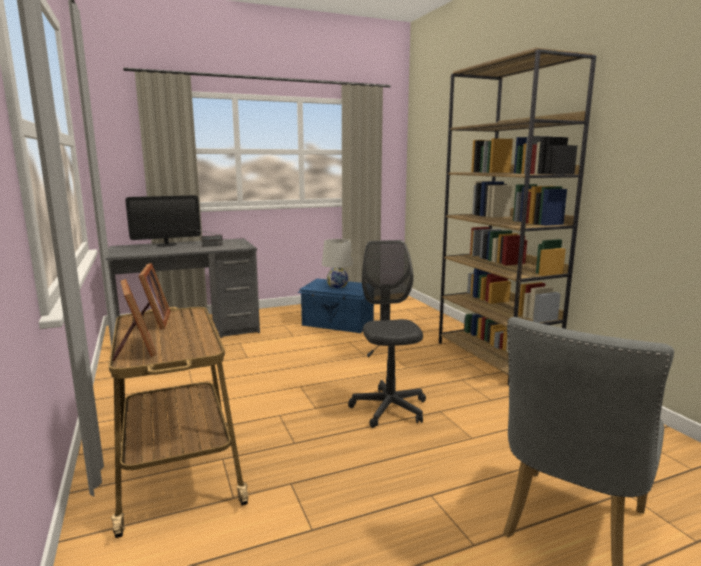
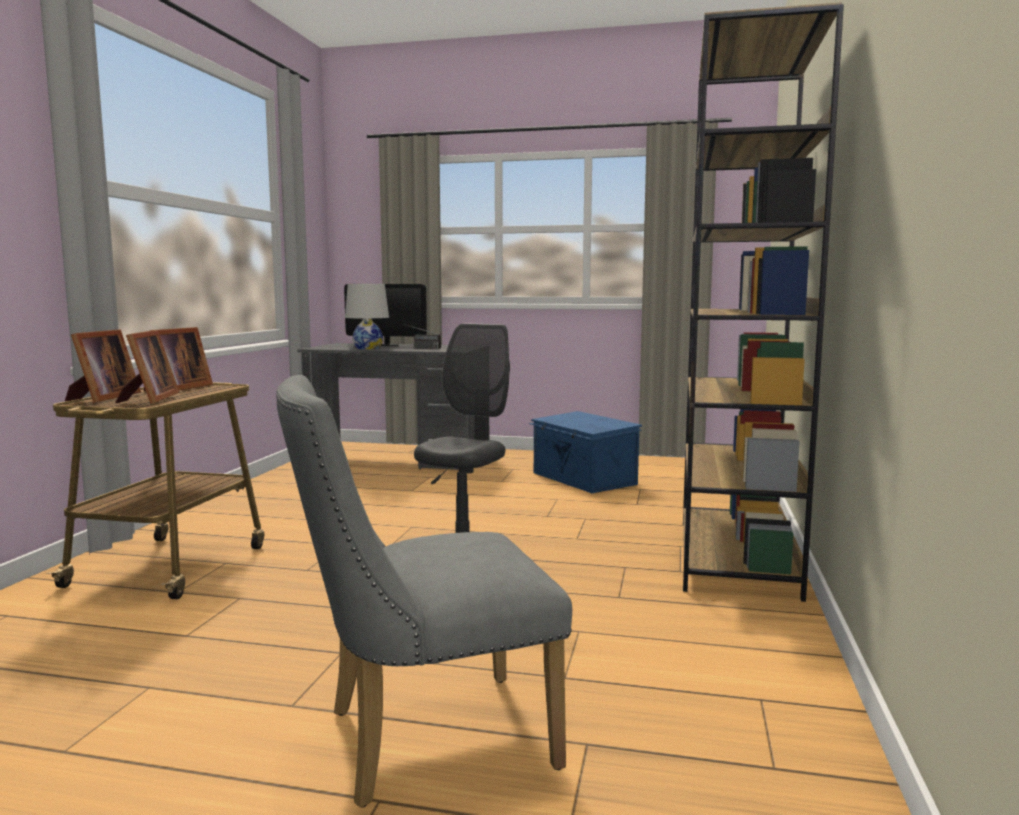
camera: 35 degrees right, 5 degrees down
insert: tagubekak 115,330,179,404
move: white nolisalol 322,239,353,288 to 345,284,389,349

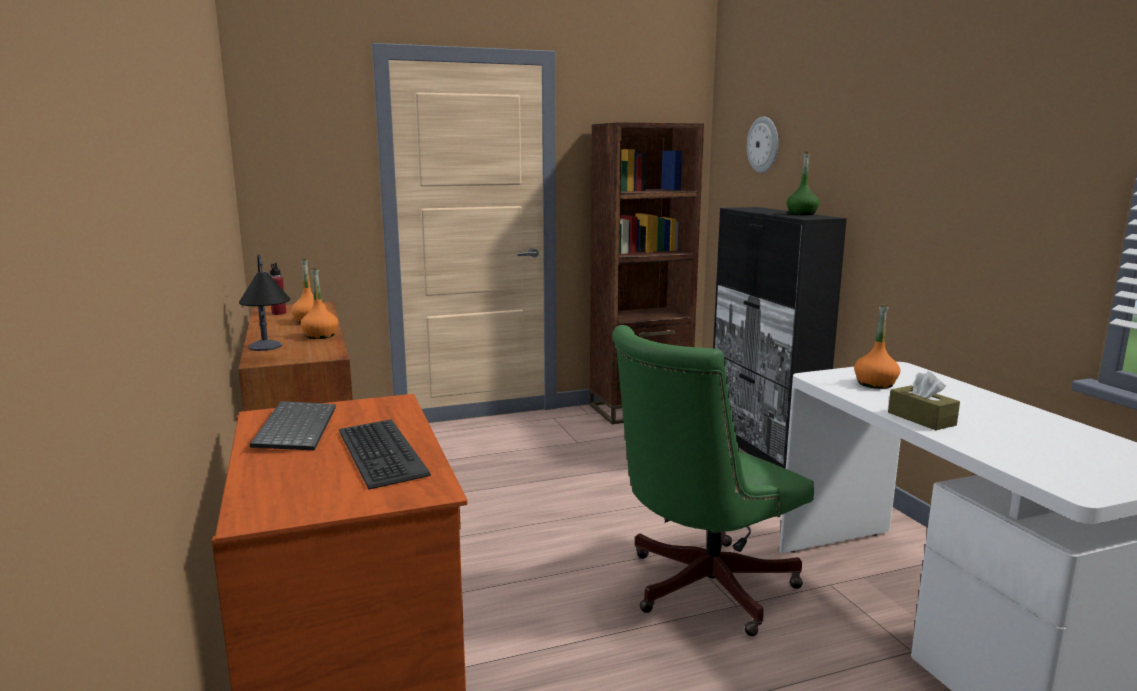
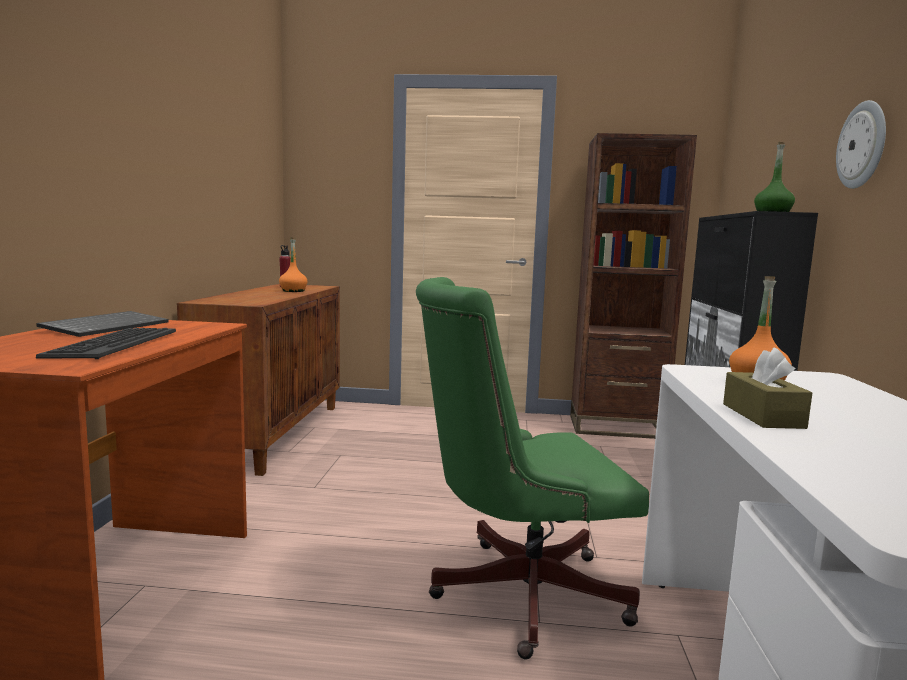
camera: 25 degrees right, 5 degrees down
delete: nolisalol 239,254,290,351; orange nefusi 300,268,338,339
move: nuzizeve 747,117,778,173 to 836,100,886,189

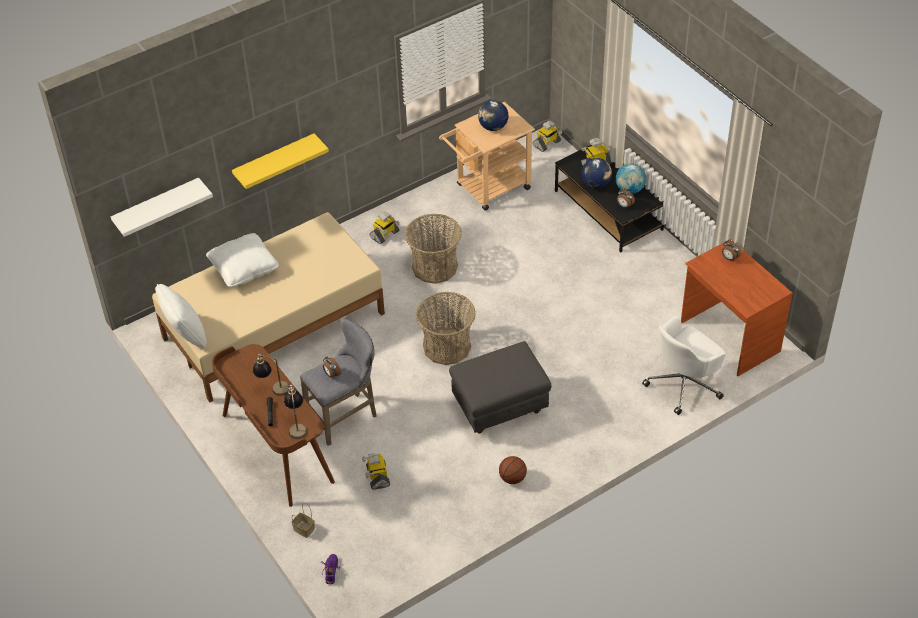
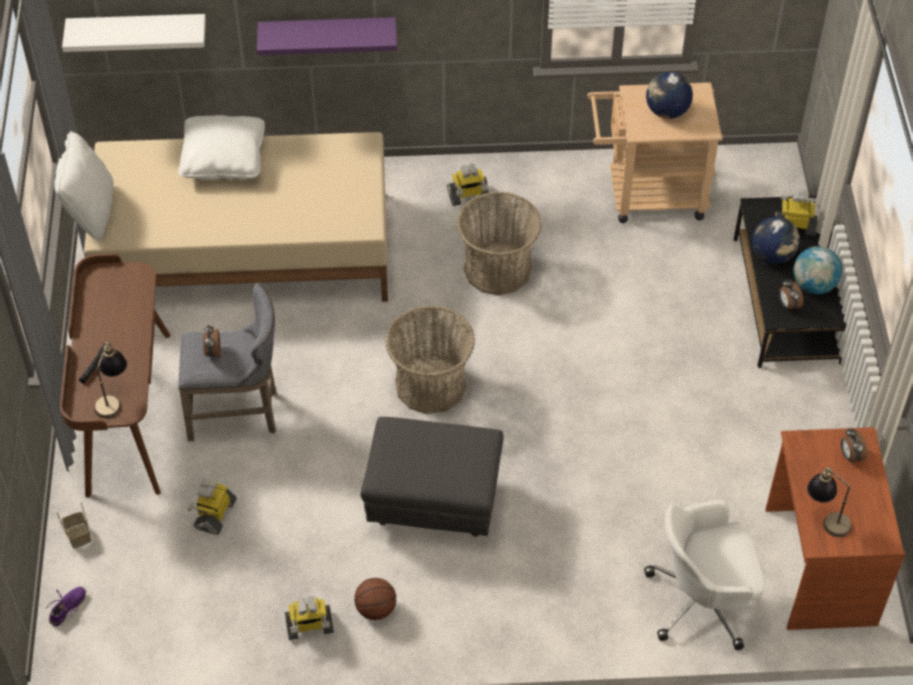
camera: 30 degrees right, 5 degrees up
move: nolisalol 253,354,290,396 to 807,467,852,537; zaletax 533,120,562,152 to 285,597,334,640
recolor: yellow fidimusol 232,134,329,189 to purple fidimusol 257,17,397,55

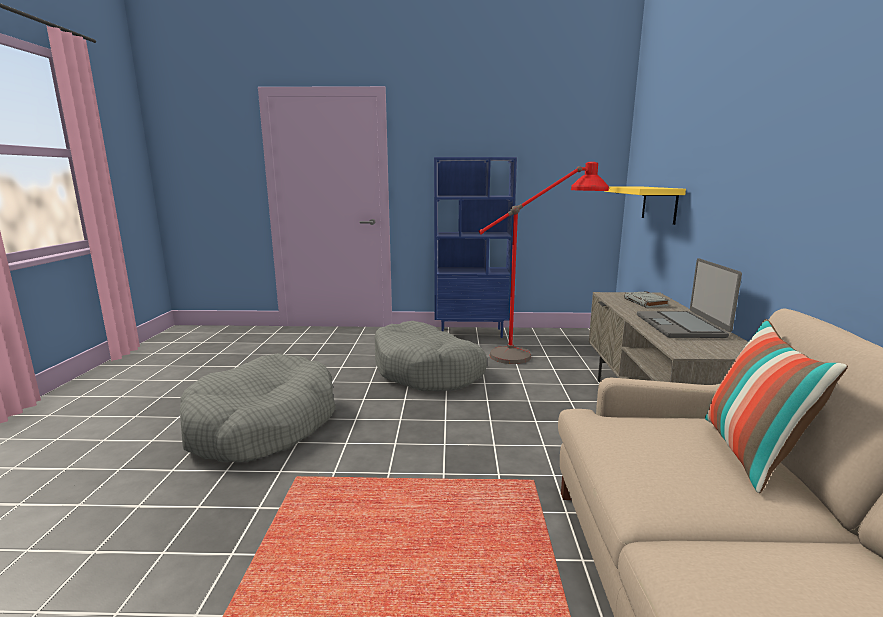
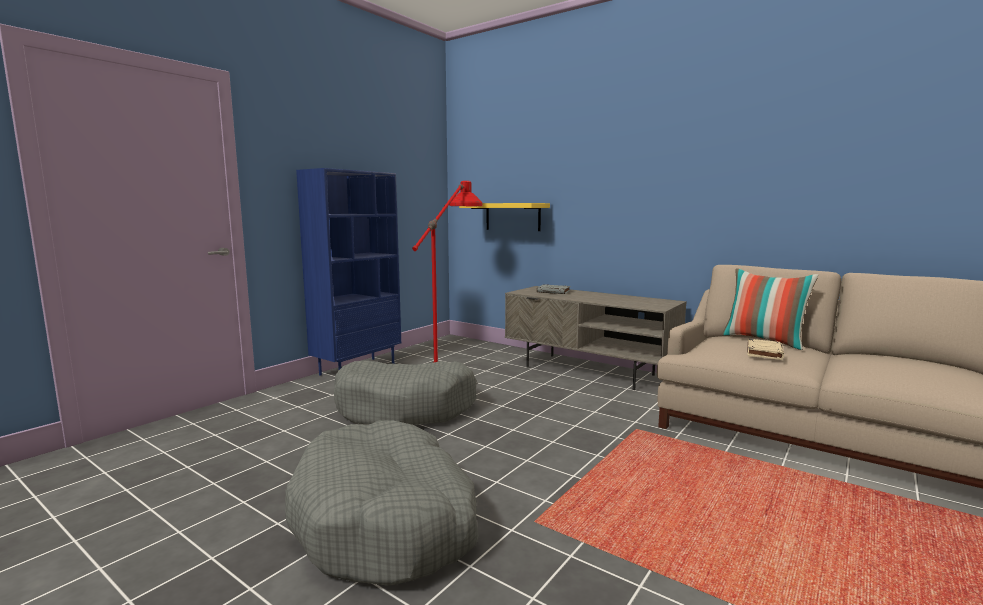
camera: 55 degrees left, 5 degrees down
delete: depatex 637,258,742,338
insert: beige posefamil 747,339,784,360

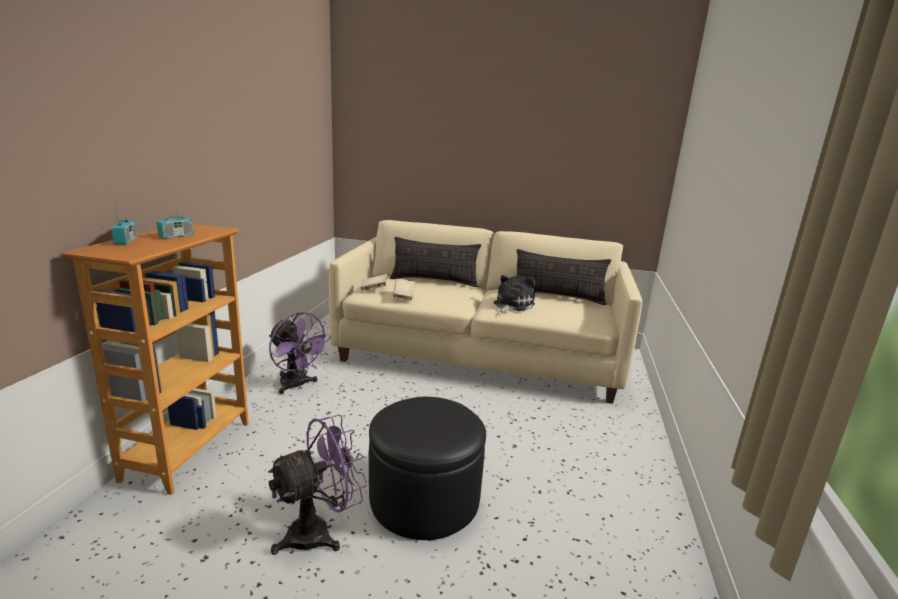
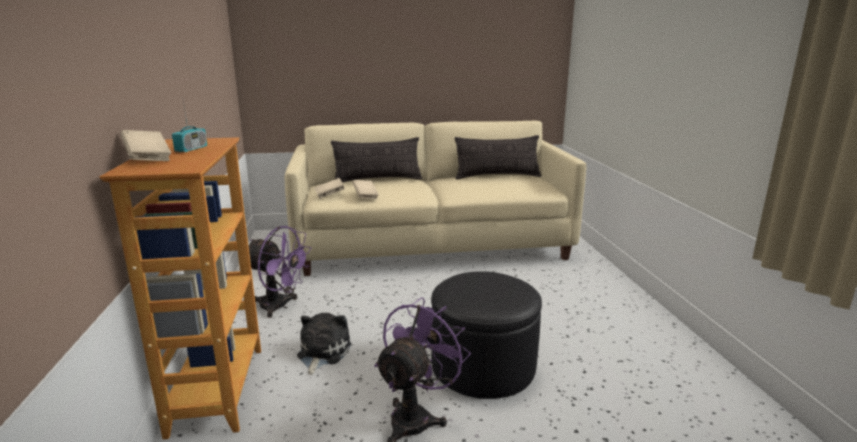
camera: 20 degrees left, 0 degrees up
move: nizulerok 494,275,535,313 to 297,313,351,375
replace: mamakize 111,191,137,244 to beige posefamil 121,130,171,161

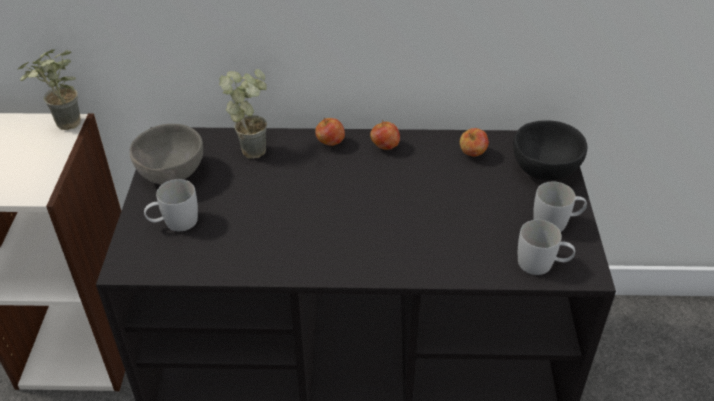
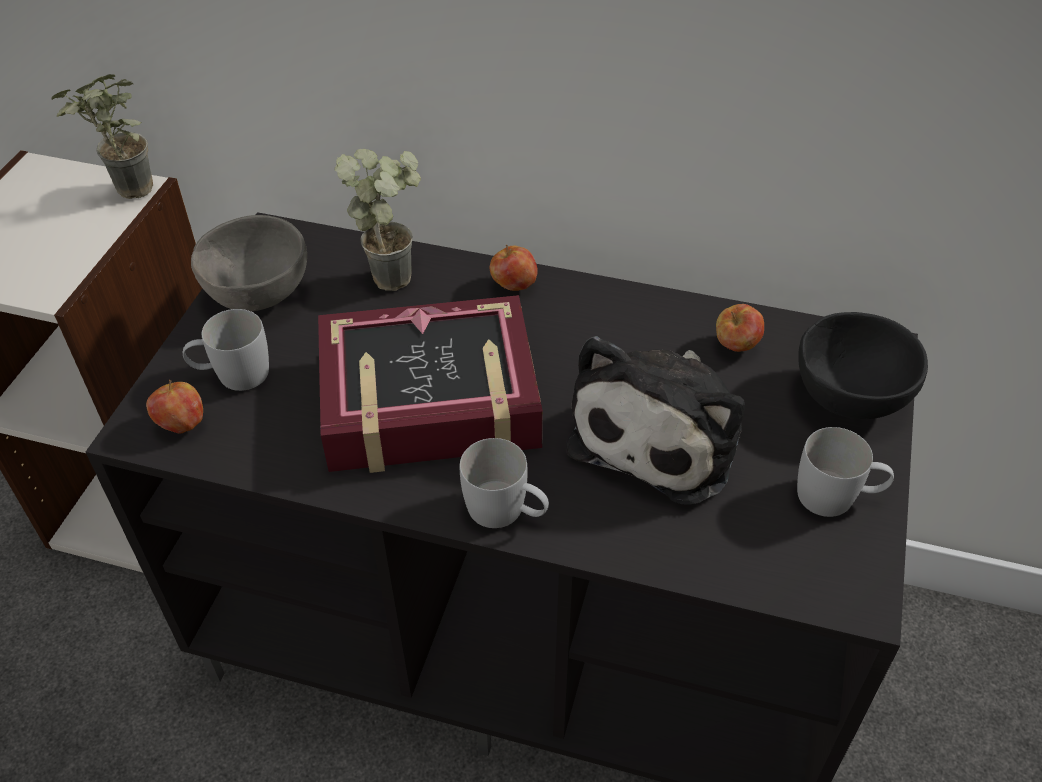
camera: 15 degrees right, 5 degrees up
insert: posefamil 318,295,543,473; nizulerok 566,336,745,505
move: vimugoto 370,120,400,150 to 146,380,203,434; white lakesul 518,220,575,275 to 460,438,549,528

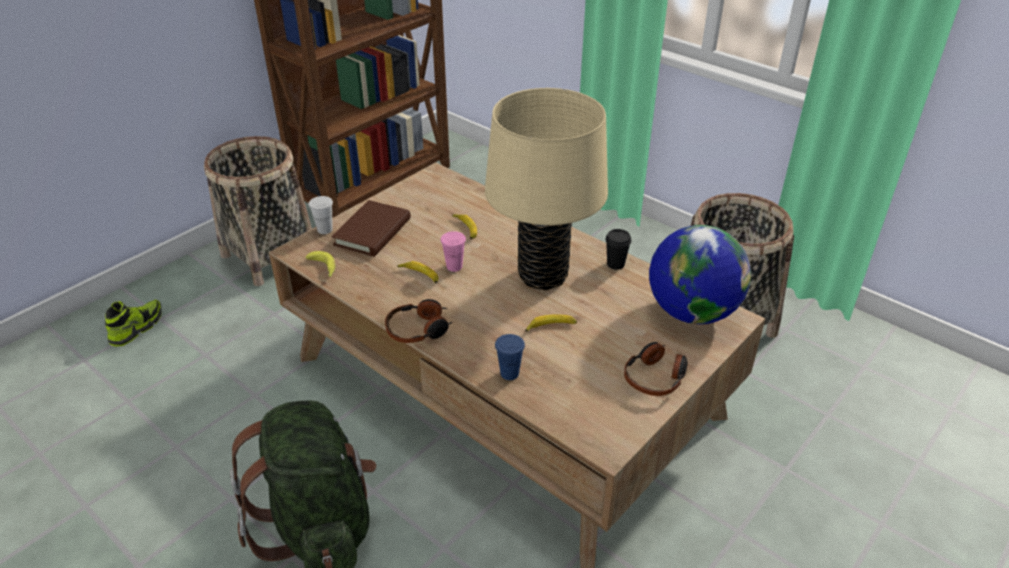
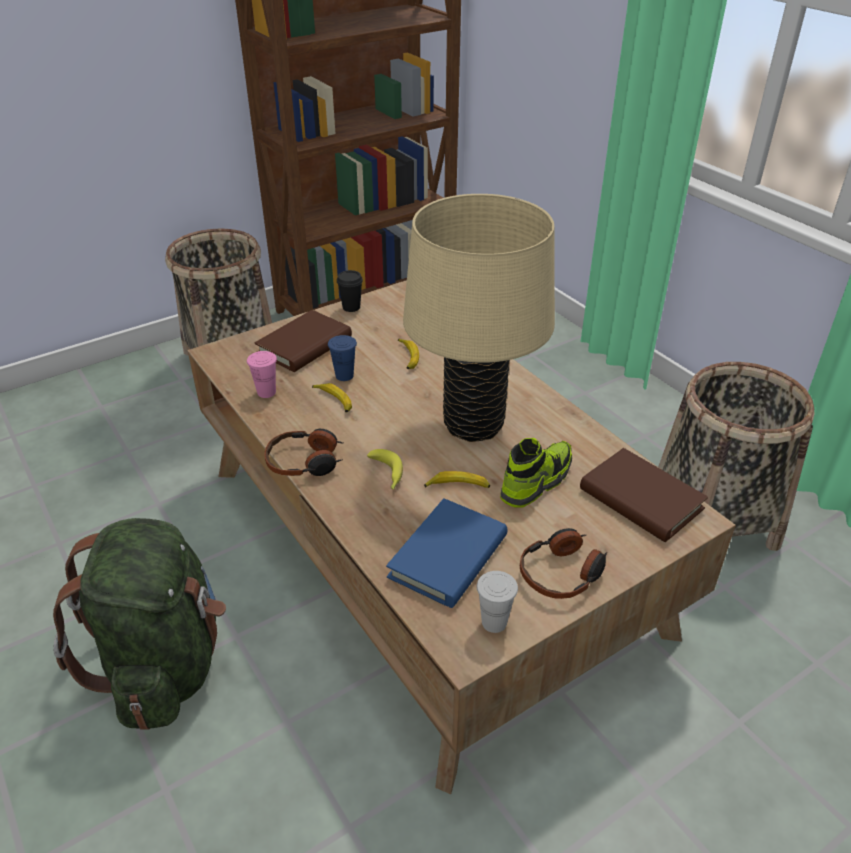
camera: 15 degrees right, 0 degrees up
insert: blue posefamil 386,498,508,608
move: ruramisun 105,300,162,347 to 500,438,572,508; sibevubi 305,251,335,277 to 367,449,403,490; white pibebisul 309,196,333,234 to 477,571,518,633; pink pibebisul 440,231,466,272 to 247,351,277,398; blue pibebisul 495,334,525,380 to 328,335,357,381; black pibebisul 605,229,632,270 to 337,270,363,312
replace: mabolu 649,225,751,324 to brown posefamil 580,448,708,542

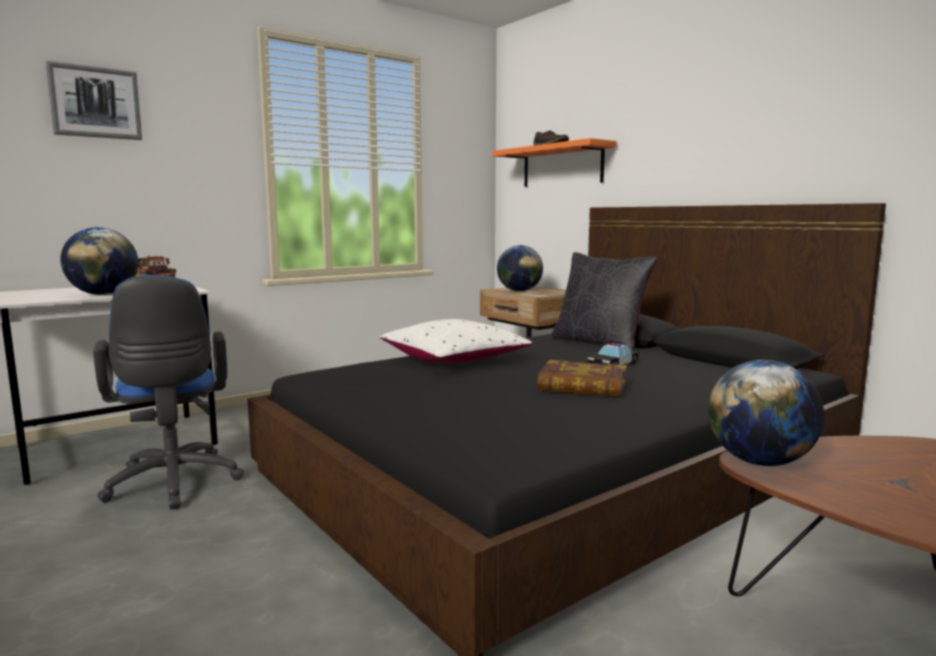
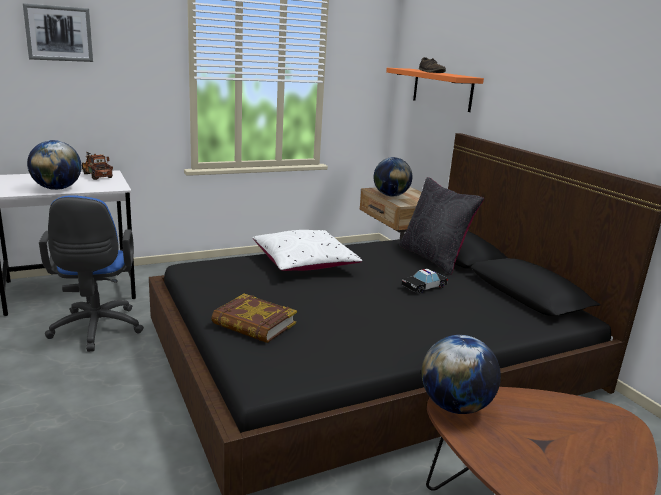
camera: 10 degrees right, 10 degrees up
move: posefamil 538,360,627,397 to 211,294,297,343

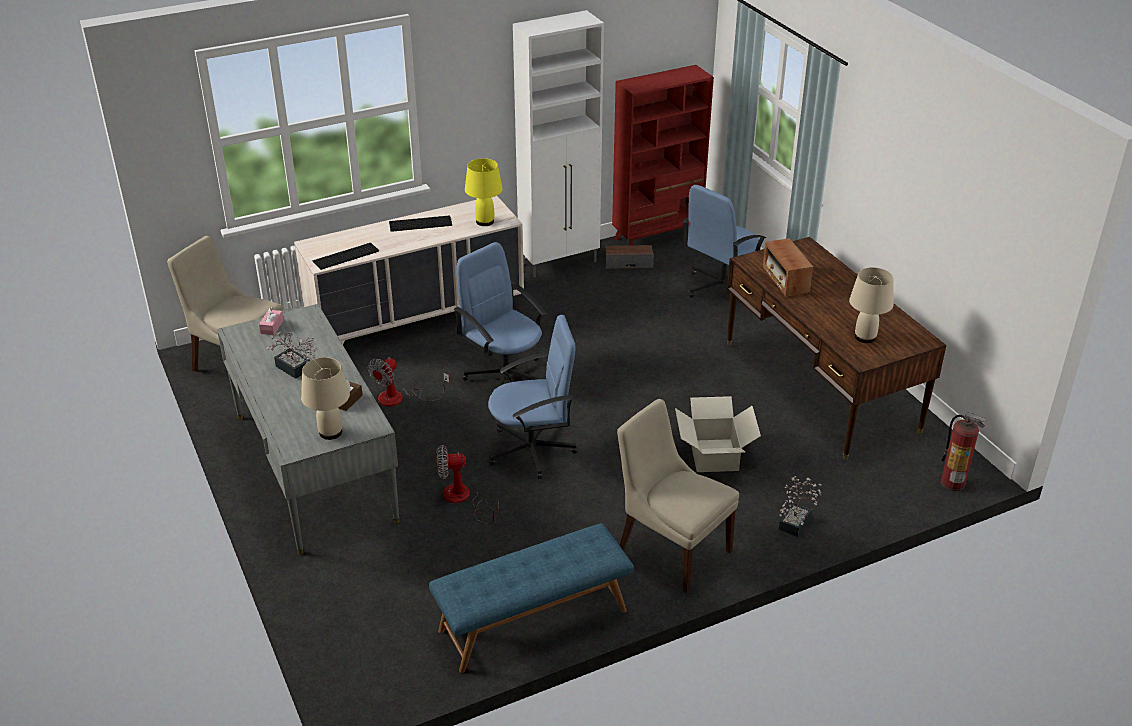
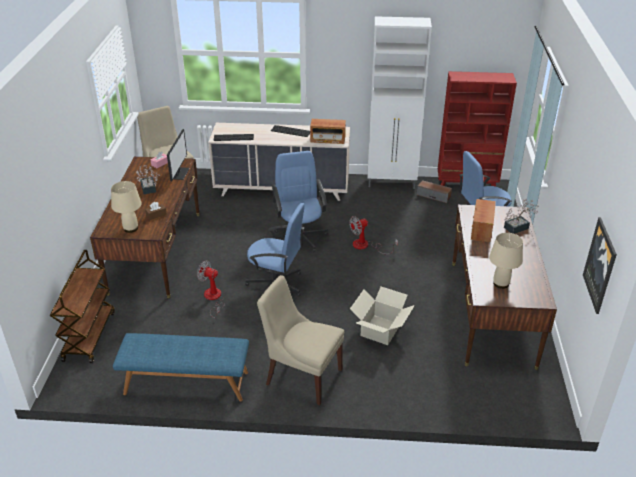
camera: 30 degrees right, 0 degrees up
delete: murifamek 941,413,986,491
insert: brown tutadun 50,250,115,363; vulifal 167,129,190,181; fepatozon 583,217,617,314
move: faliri 368,357,449,407 to 349,216,398,254; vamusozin 779,476,822,537 to 504,198,539,234
replace: yellow nolisalol 465,158,503,226 to mamakize 310,119,346,144
recolor: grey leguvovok 217,304,400,555 to brown leguvovok 90,157,200,299
rotate: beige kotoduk 617,399,739,593 = 257,275,344,405 45 degrees counterclockwise

